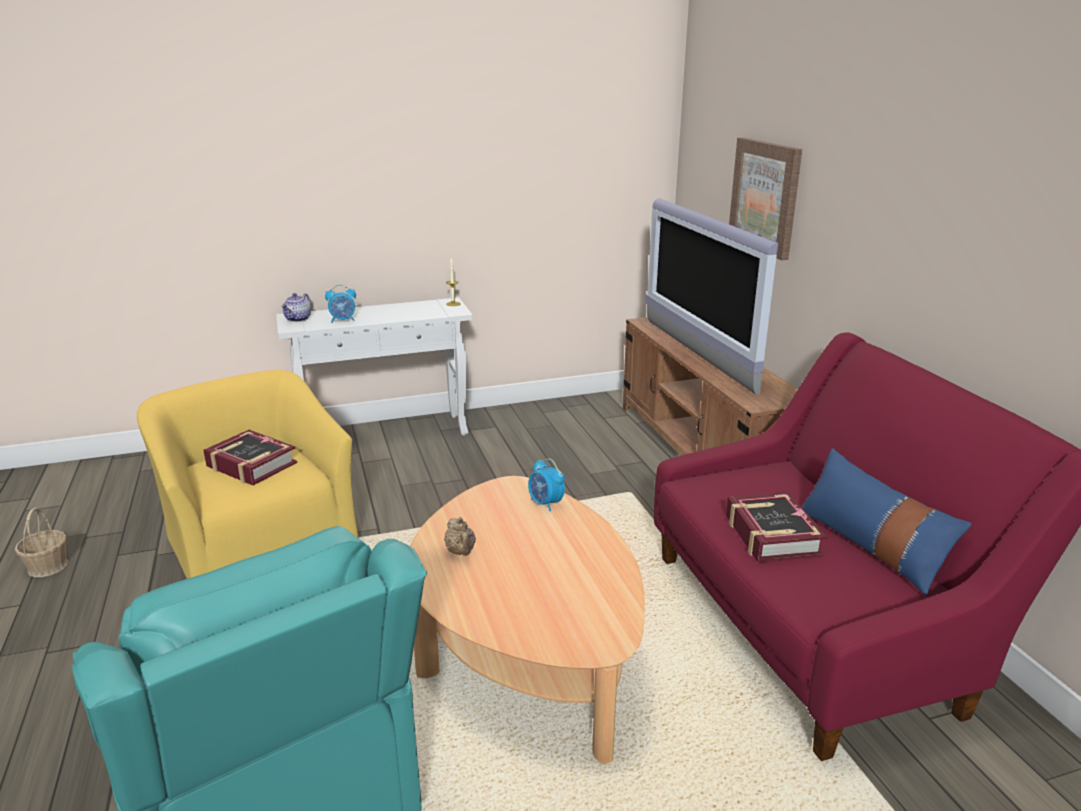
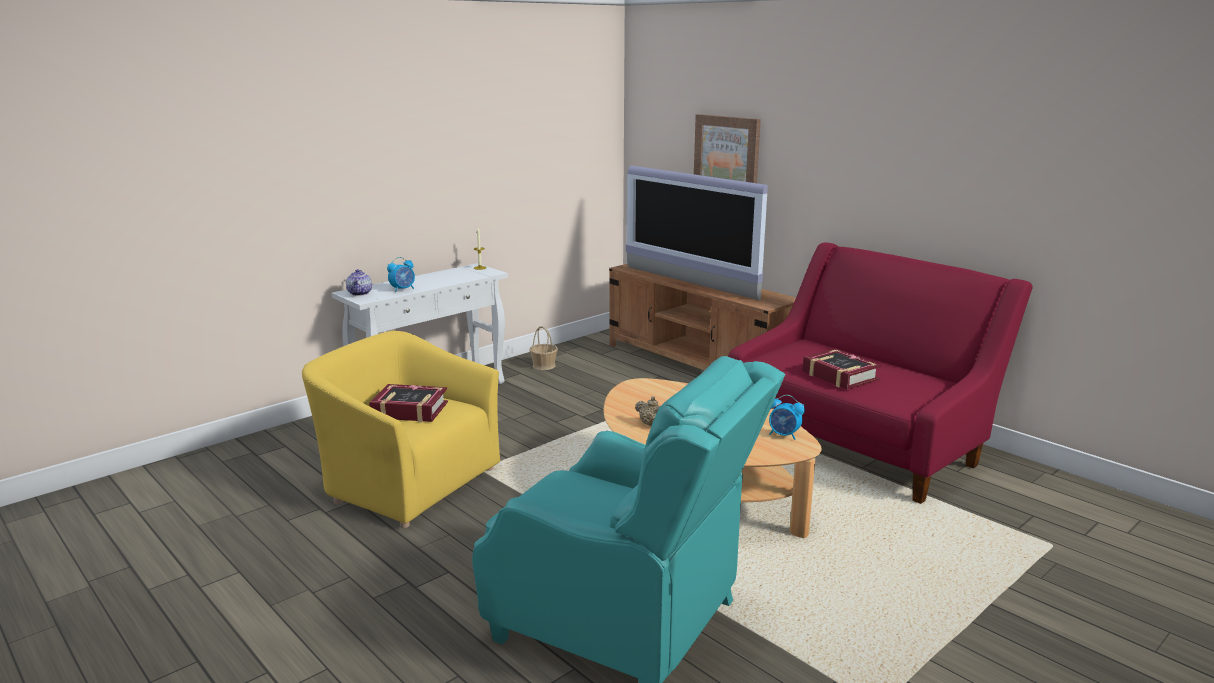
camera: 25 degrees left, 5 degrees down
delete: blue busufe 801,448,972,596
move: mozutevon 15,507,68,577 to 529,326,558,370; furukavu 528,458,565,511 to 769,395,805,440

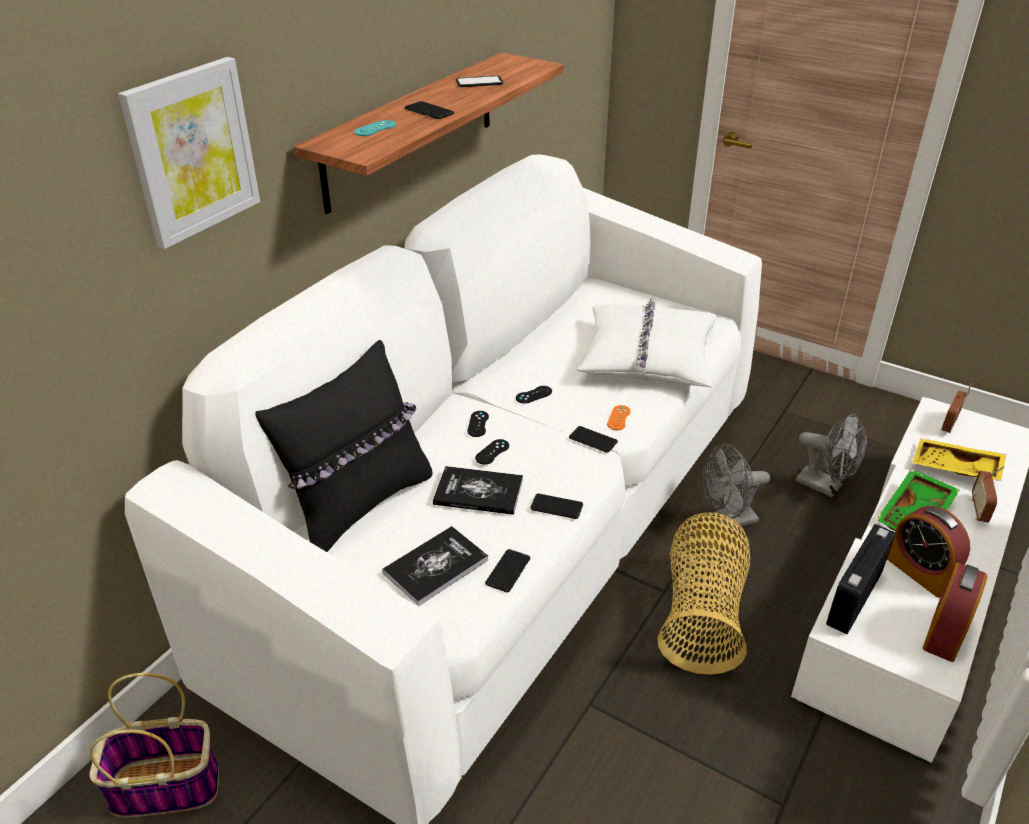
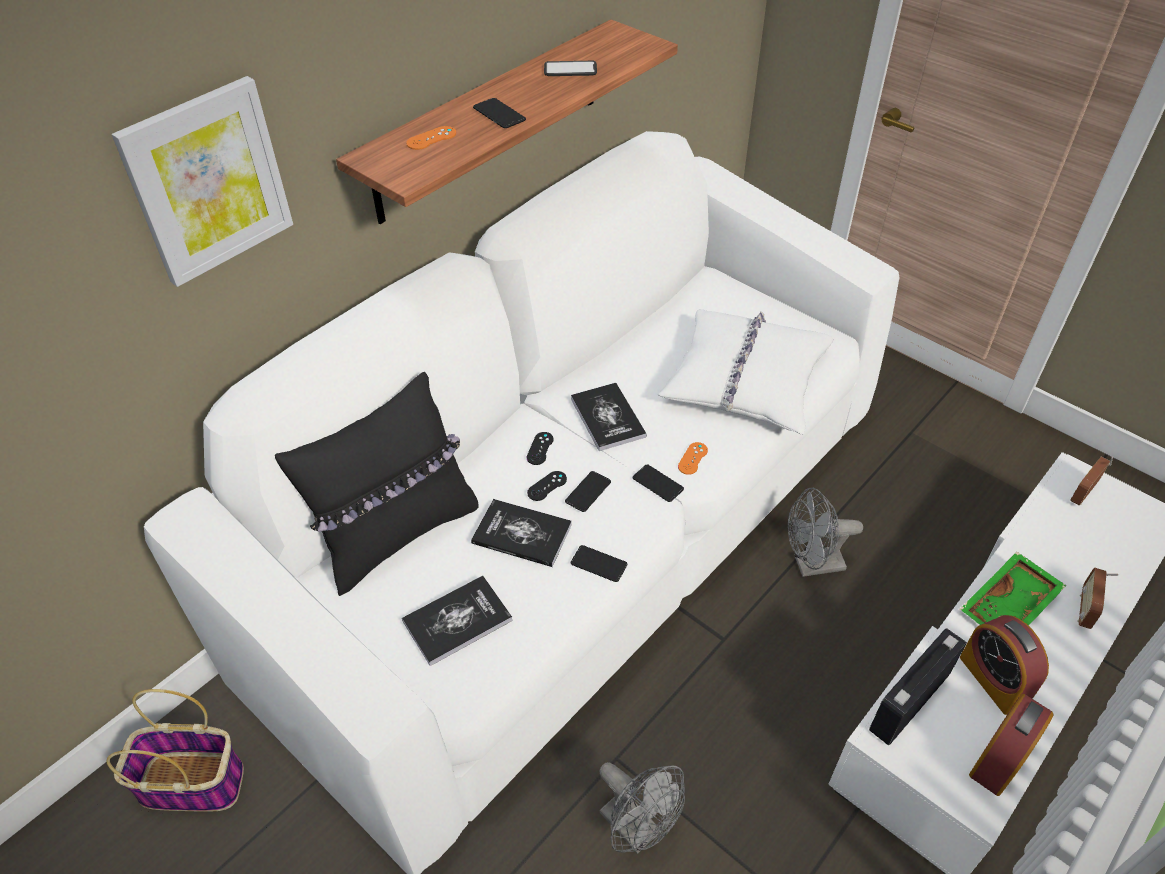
camera: 10 degrees right, 10 degrees up
delete: mozutevon 657,512,750,675; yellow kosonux 912,438,1006,481
move: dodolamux 485,549,530,592 to 565,471,611,512; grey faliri 796,414,867,498 to 599,762,685,854
replace: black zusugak 516,386,552,404 to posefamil 571,383,647,451
recolor: turquoise zusugak 354,120,396,136 to orange zusugak 406,126,456,150

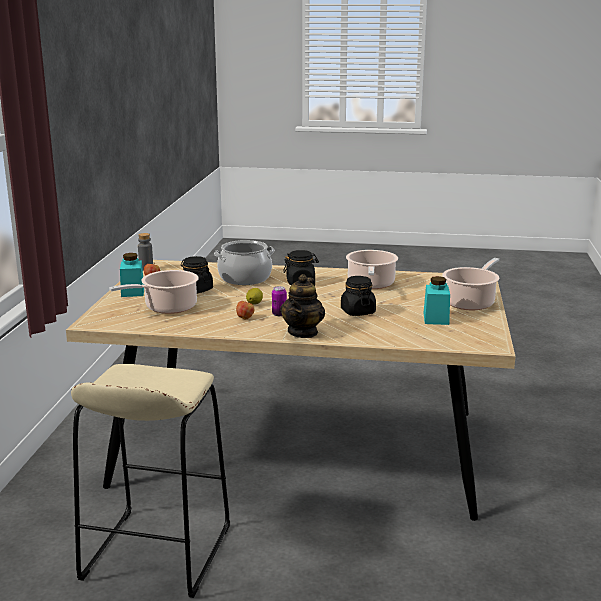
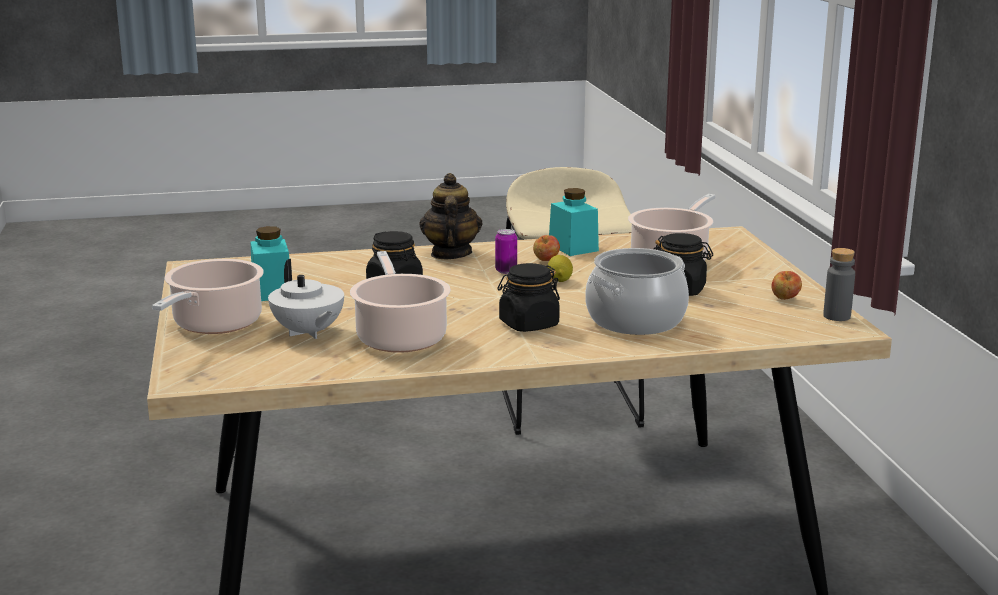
camera: 160 degrees right, 0 degrees up
insert: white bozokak 268,259,344,339
move: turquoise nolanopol 120,253,144,297 to 549,188,599,256

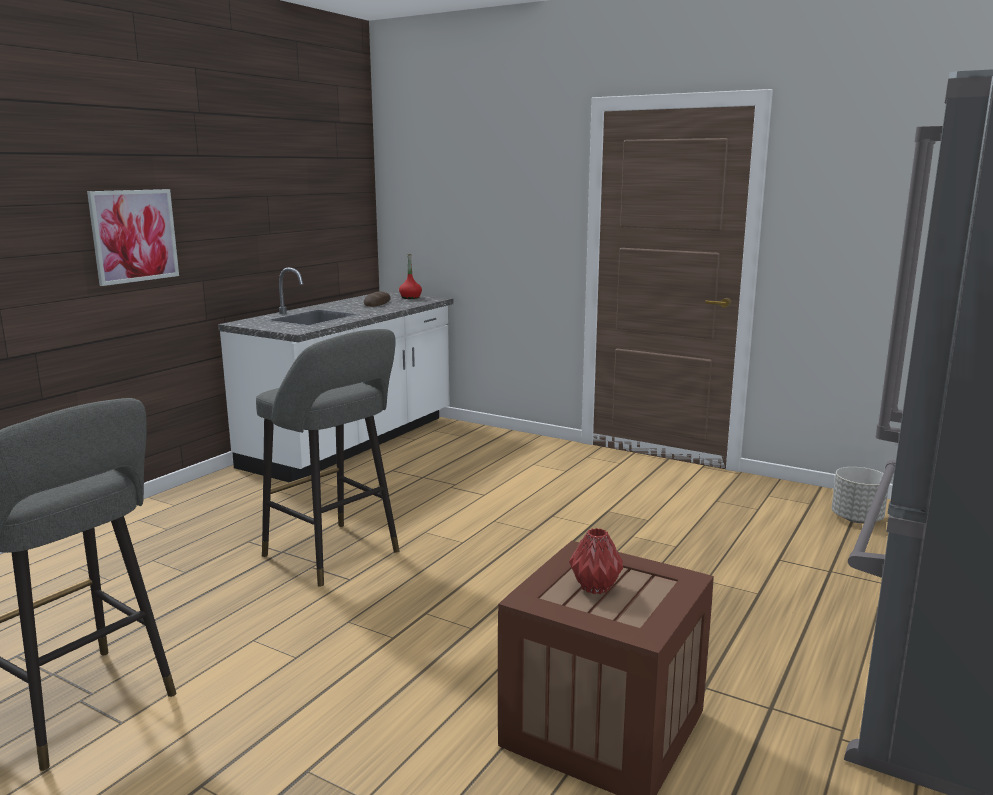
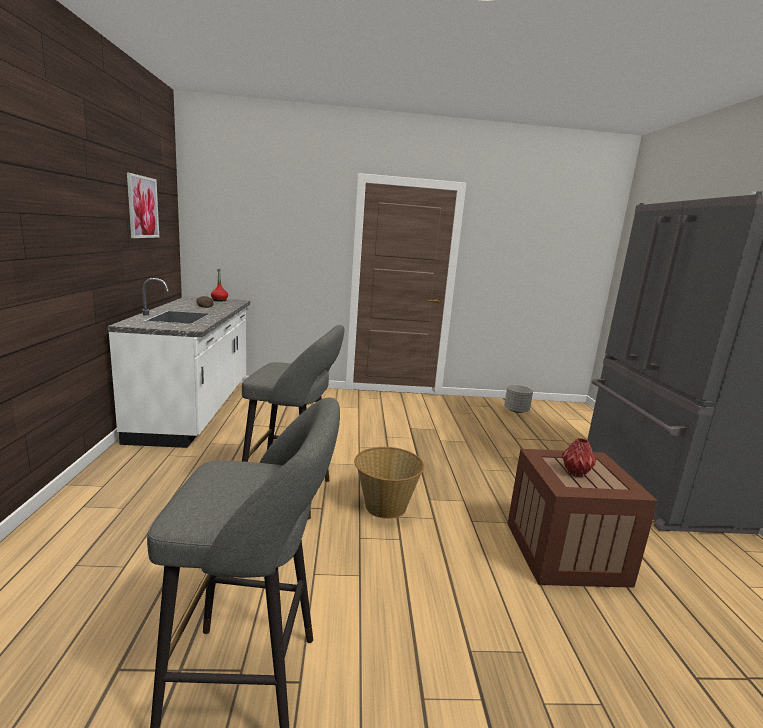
camera: 35 degrees left, 0 degrees up
insert: mozutevon 354,447,424,519
move: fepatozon 87,189,179,286 to 127,173,159,238

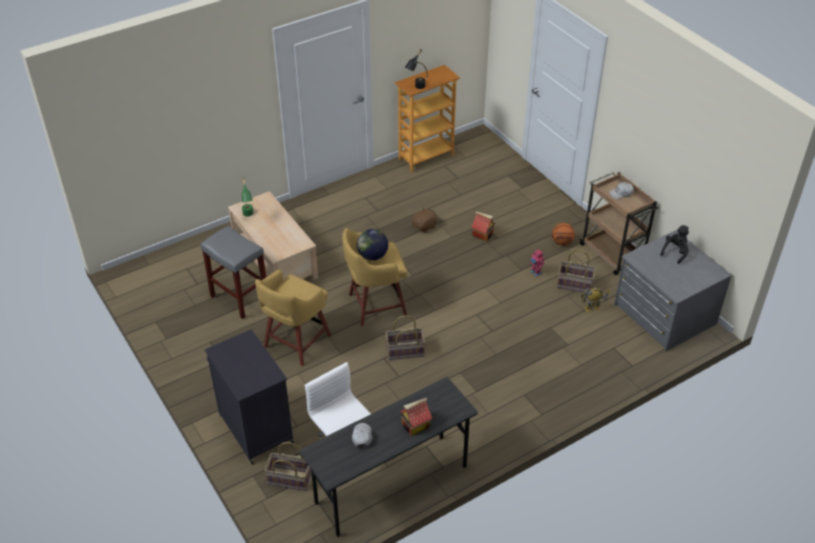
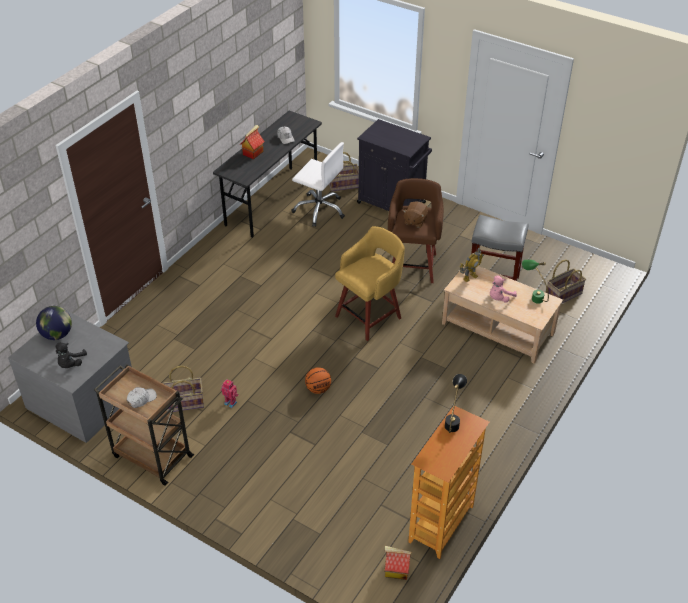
camera: 155 degrees right, 0 degrees up
insert: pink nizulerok 490,276,517,303
move: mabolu 357,229,388,261 to 36,306,72,340; mozutevon 386,315,425,360 to 546,259,586,304; brown nizulerok 412,208,437,233 to 403,201,428,228; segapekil 471,212,495,241 to 385,546,412,580; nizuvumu 552,223,575,246 to 305,367,331,394; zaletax 581,288,610,312 to 460,248,484,282
recolor: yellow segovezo 255,269,332,366 to brown segovezo 388,178,444,283

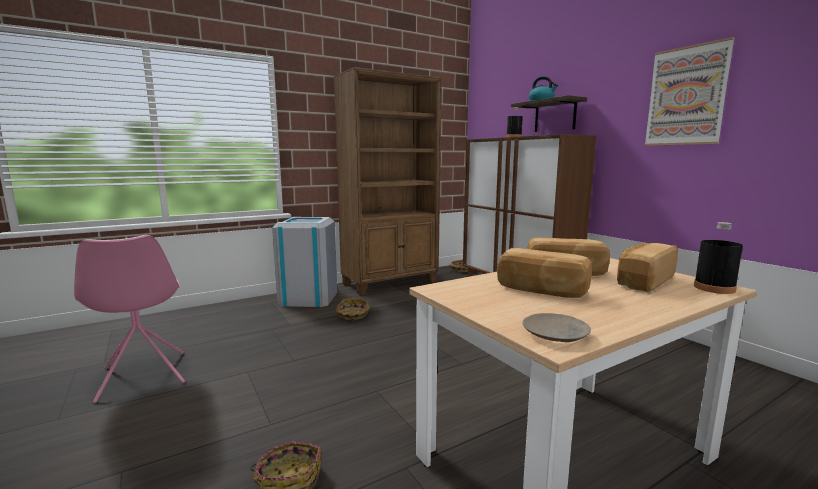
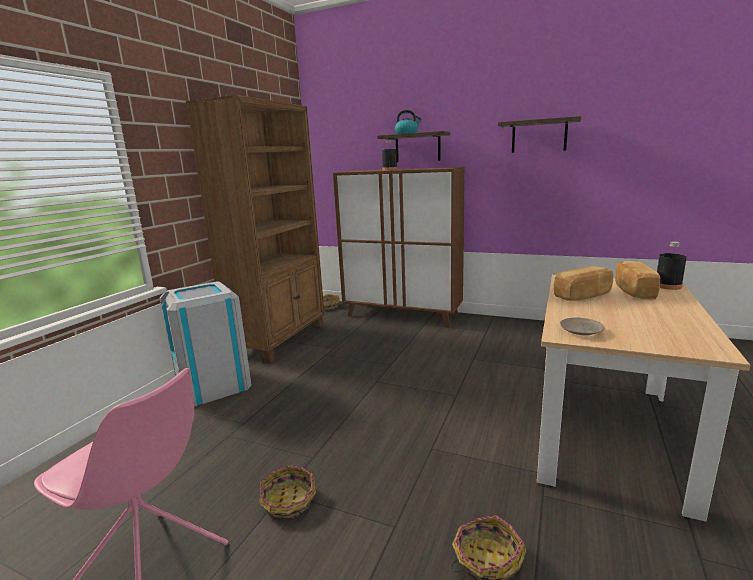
camera: 35 degrees left, 5 degrees up
delete: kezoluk 497,248,592,298
move: mozutevon 336,298,369,320 to 259,465,316,518; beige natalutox 523,313,591,342 to 560,318,605,335
replace: fepatozon 644,37,735,146 to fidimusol 498,116,581,153

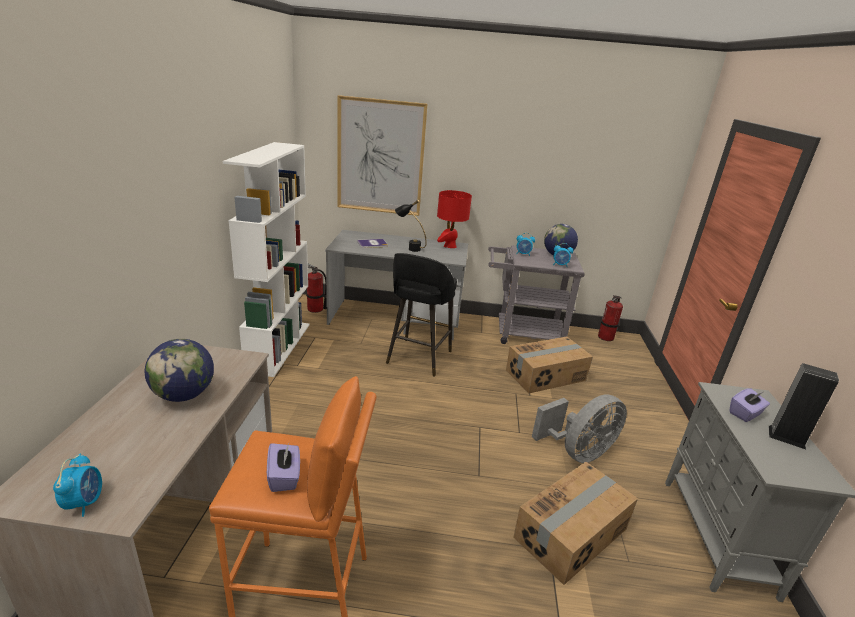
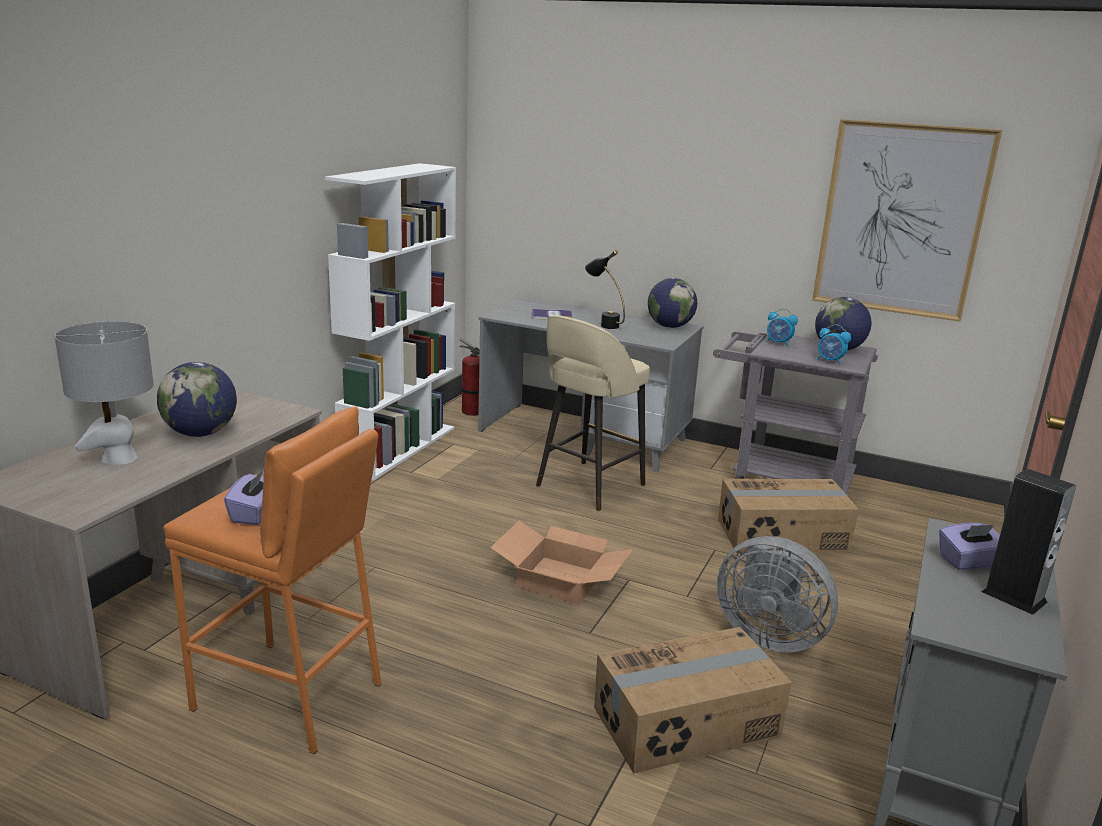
camera: 20 degrees right, 5 degrees down
delete: furukavu 53,454,102,517; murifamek 598,295,623,341
insert: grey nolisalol 55,321,154,465; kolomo 490,521,633,605
move: fepatozon 337,95,427,216 to 812,119,1002,322
replace: red nolisalol 437,190,472,248 to mabolu 648,278,697,328
recolor: black segovezo 386,253,457,376 to beige segovezo 536,315,650,511
rotate: grey faliri 532,394,627,463 = 717,536,838,653 45 degrees clockwise

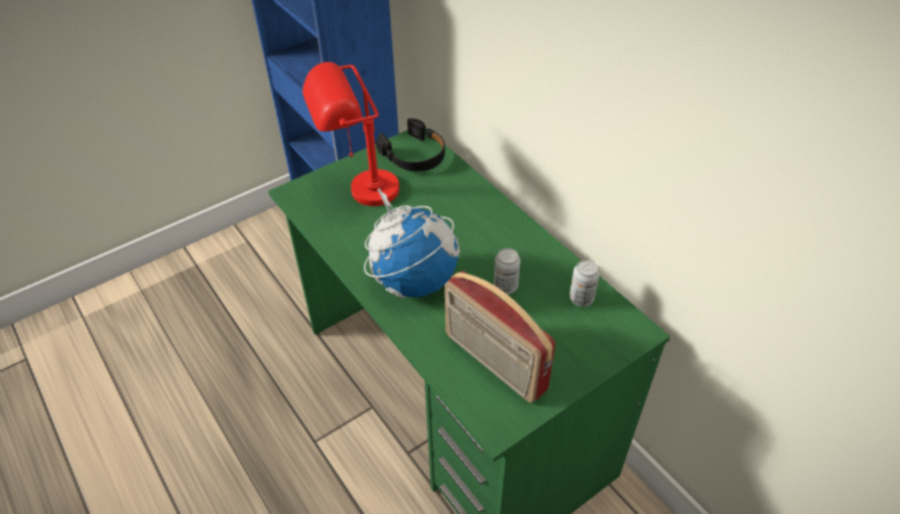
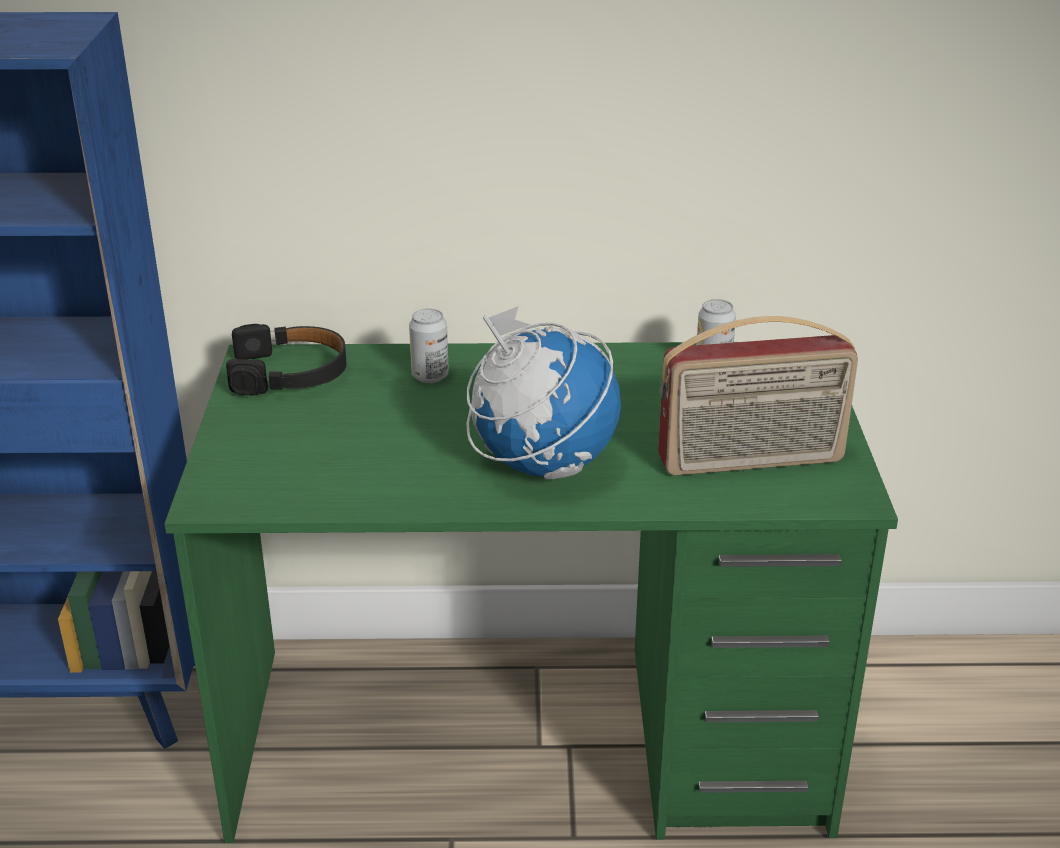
camera: 55 degrees left, 15 degrees down
delete: red nolisalol 302,62,399,206
move: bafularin 494,248,520,294 to 409,308,449,383

